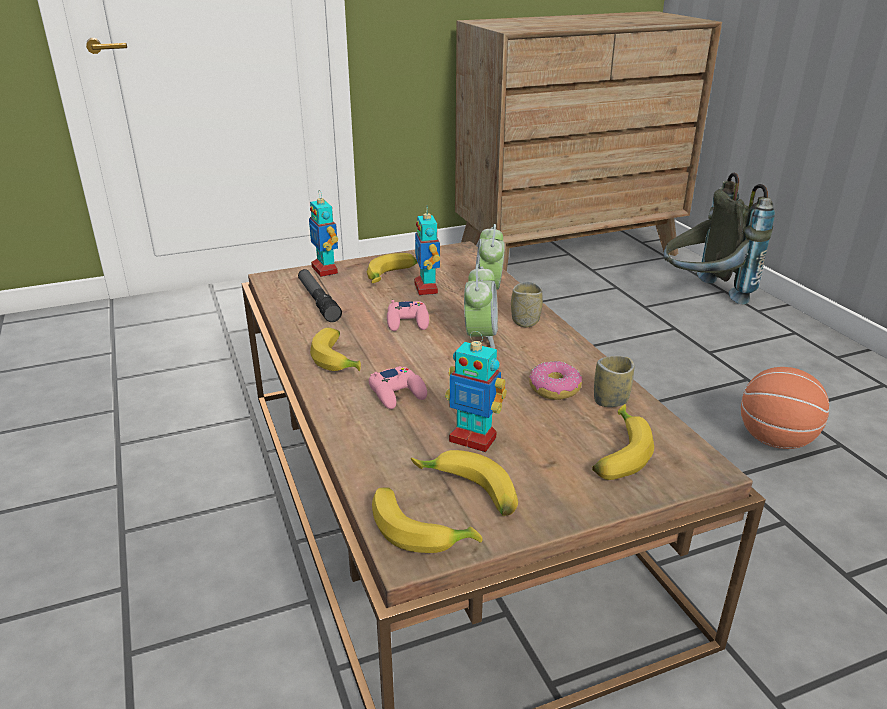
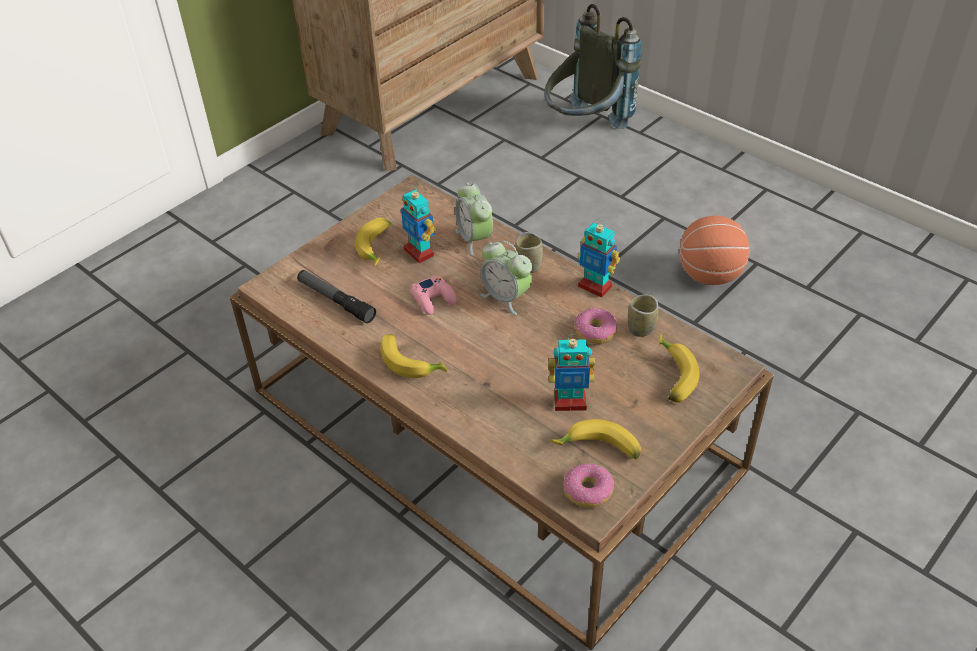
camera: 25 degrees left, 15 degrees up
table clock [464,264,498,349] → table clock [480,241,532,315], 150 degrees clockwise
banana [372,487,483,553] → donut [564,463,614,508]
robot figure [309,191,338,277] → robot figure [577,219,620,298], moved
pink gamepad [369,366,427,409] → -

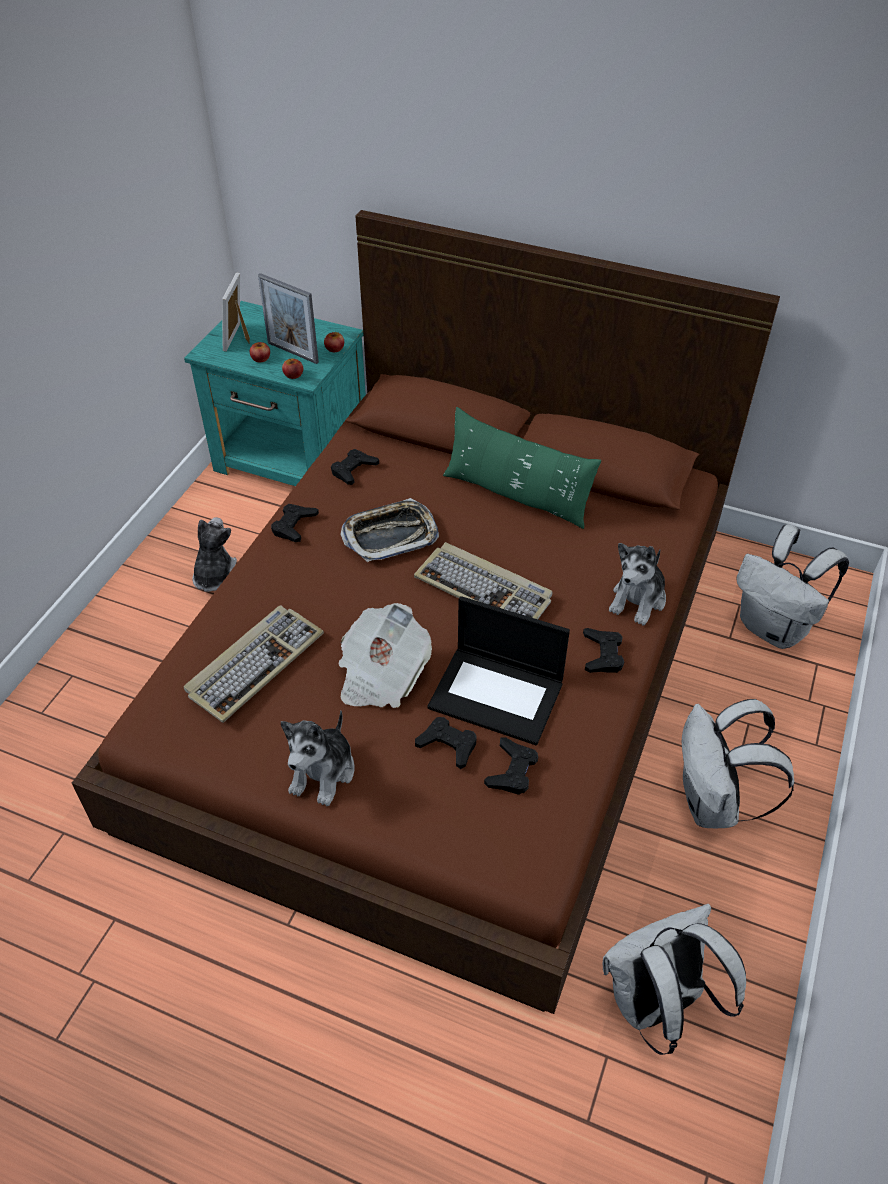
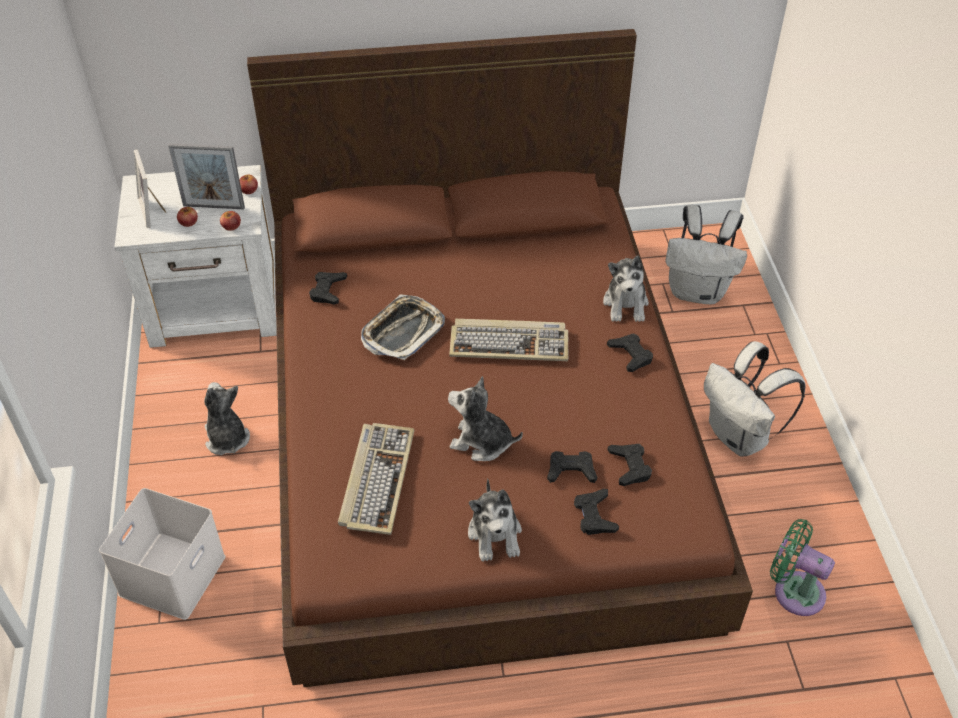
camera: 30 degrees left, 0 degrees up
- → white-coloured storage container [99,488,225,620]
turquoise-coloured bedside table [184,301,366,486] → white-coloured bedside table [114,165,277,348]
daily paper [338,603,432,708] → plush toy [448,376,523,461]
black-coloured gamepad [271,504,319,542] → black-coloured gamepad [574,489,619,535], moved
white-coloured backpack [603,904,746,1055] → green-coloured fan [770,519,835,616]
laptop [428,596,570,745] → -
green-coloured pillow [443,407,602,529] → -

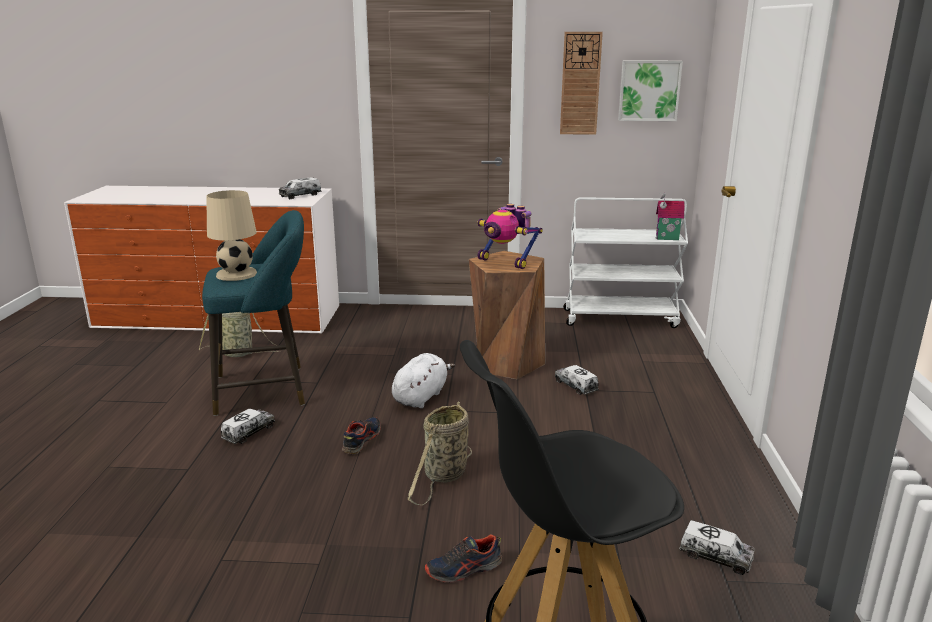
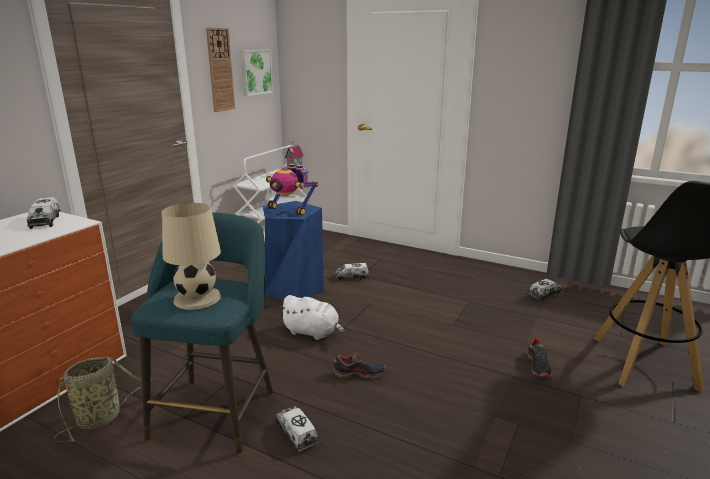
camera: 65 degrees left, 0 degrees up
brownish stool [469,251,545,379] → blue stool [263,201,324,300]
robot figure [477,204,542,269] → robot figure [266,164,318,216], 60 degrees clockwise
white-coloured plush toy [392,353,455,408] → white-coloured plush toy [279,295,344,340], 150 degrees clockwise
item of footwear [342,417,381,454] → item of footwear [333,353,386,379], 135 degrees clockwise
household basket [407,401,472,505] → -

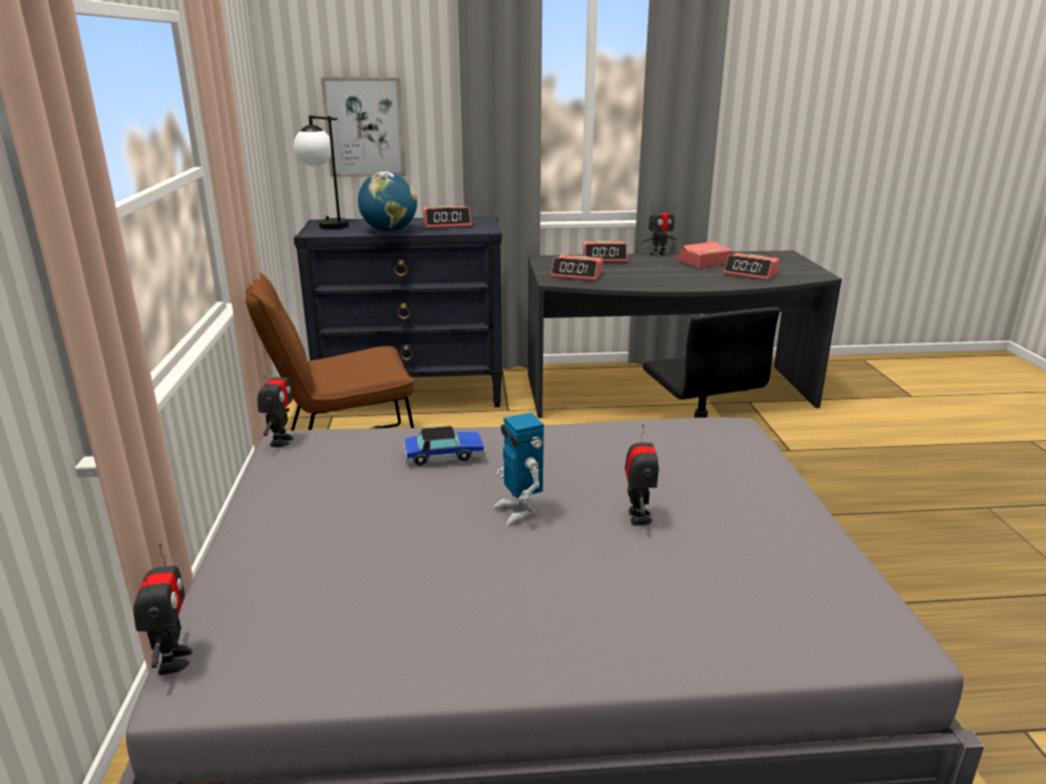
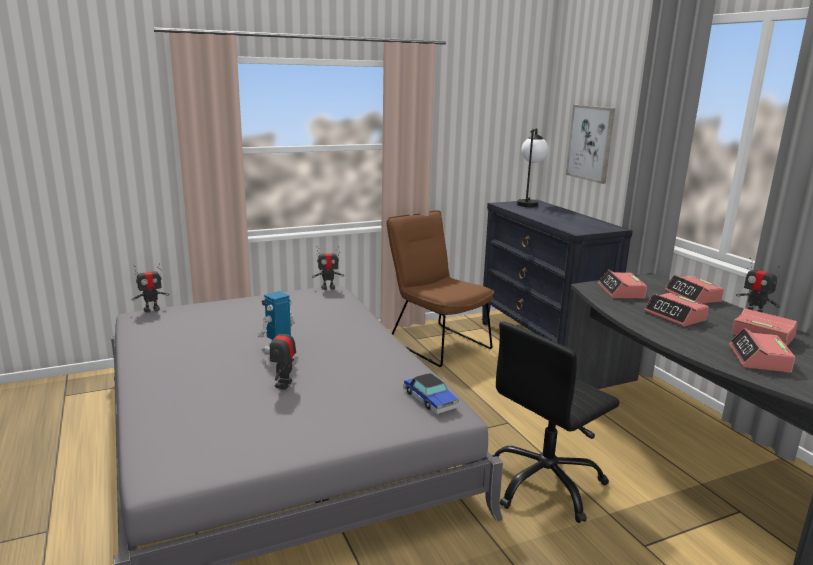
camera: 70 degrees right, 5 degrees down
robot figure [625,425,659,526] → robot figure [270,320,296,390], 120 degrees clockwise
model car [403,426,485,466] → model car [403,373,460,414], moved
table clock [423,206,471,229] → table clock [644,293,709,327], moved
globe [358,171,417,232] → -

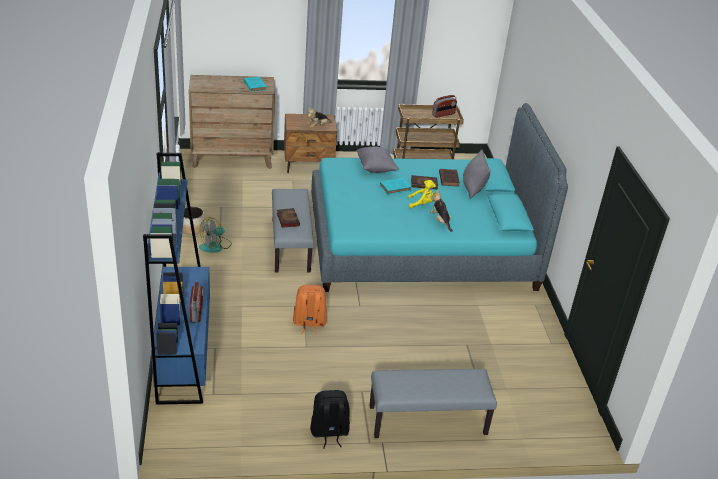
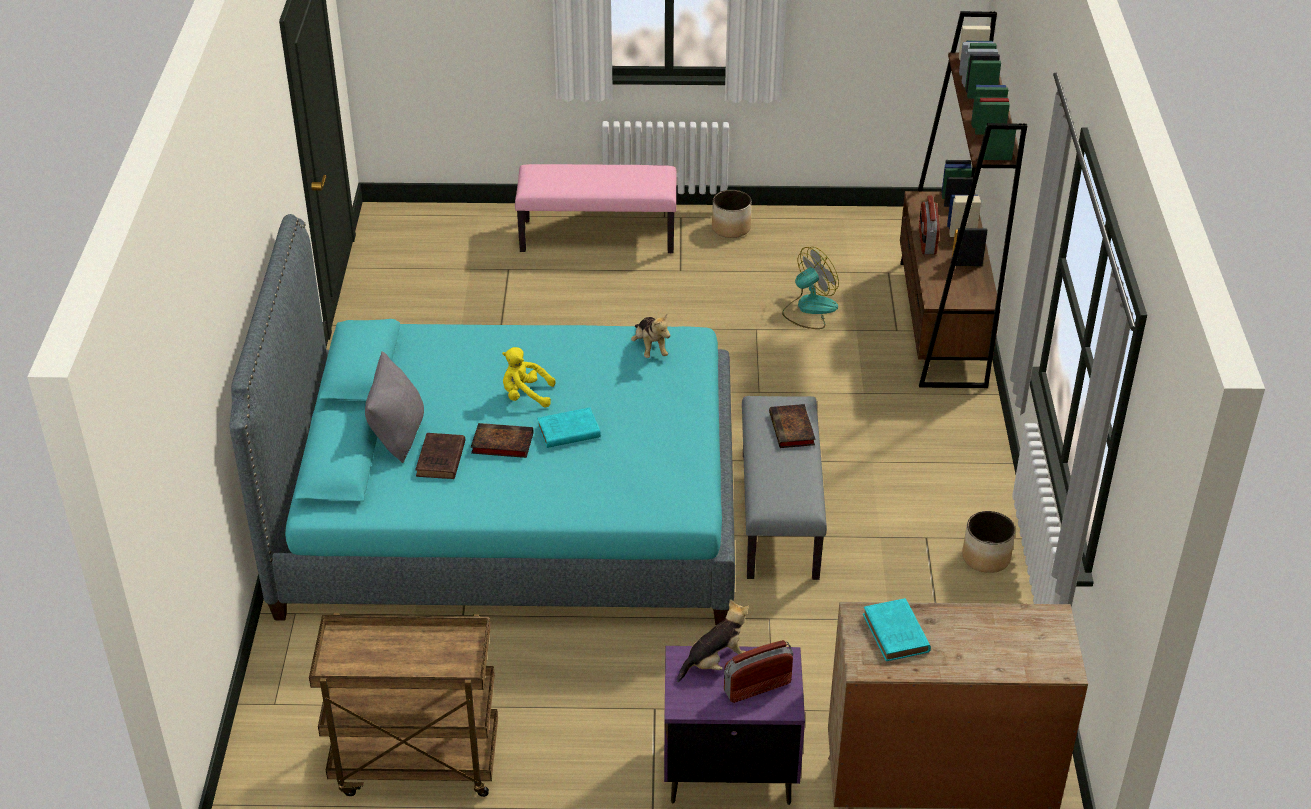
camera: 170 degrees left, 5 degrees up
grey bench [370,369,497,438] → pink bench [515,164,677,253]
plush toy [430,190,453,232] → plush toy [631,314,670,358], moved
brownish bedside table [284,114,337,173] → purple bedside table [664,646,805,805]
black-coloured backpack [310,390,350,449] → flower pot [712,190,751,238]
radio set [432,95,457,118] → radio set [724,640,793,703], moved
fan [199,217,232,253] → fan [782,247,839,329], moved
blue shelving unit [143,152,210,405] → brownish shelving unit [900,11,1027,388]
orangey backpack [293,285,327,335] → -
grey pillow [356,146,399,173] → -

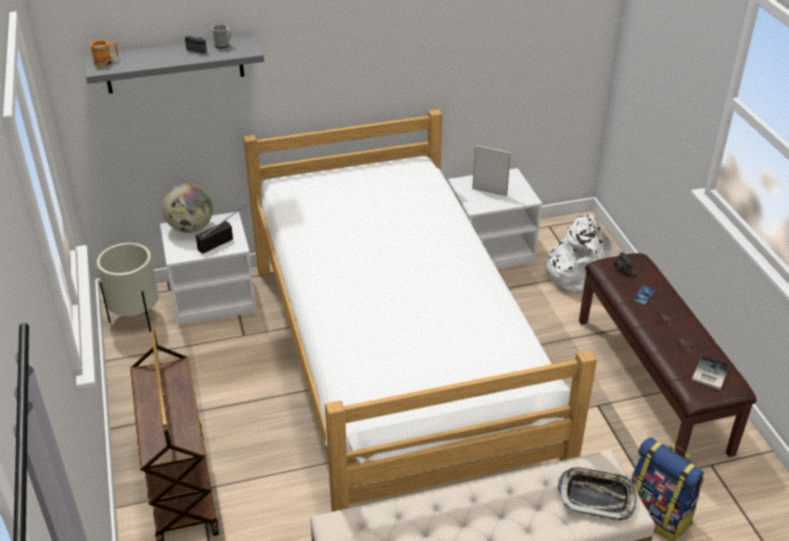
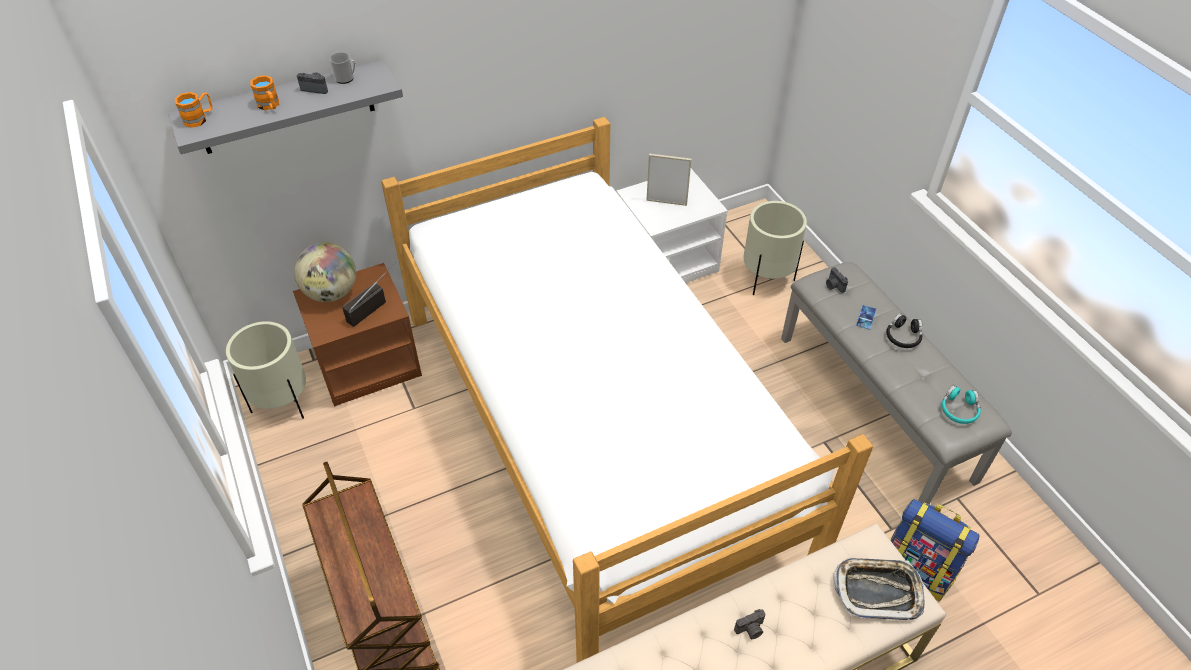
camera: 10 degrees left, 10 degrees up
- → orangey coffee mug [250,75,279,110]
white-coloured bedside table [160,211,256,326] → brownish bedside table [293,263,422,407]
- → photo camera [734,609,766,639]
white-coloured backpack [541,214,614,294] → sand-coloured flower pot [744,201,807,295]
brownish bench [579,253,757,458] → grey bench [781,262,1012,504]
- → black-coloured pair of headphones [886,313,923,348]
book [692,356,730,390] → turquoise-coloured pair of headphones [942,385,981,424]

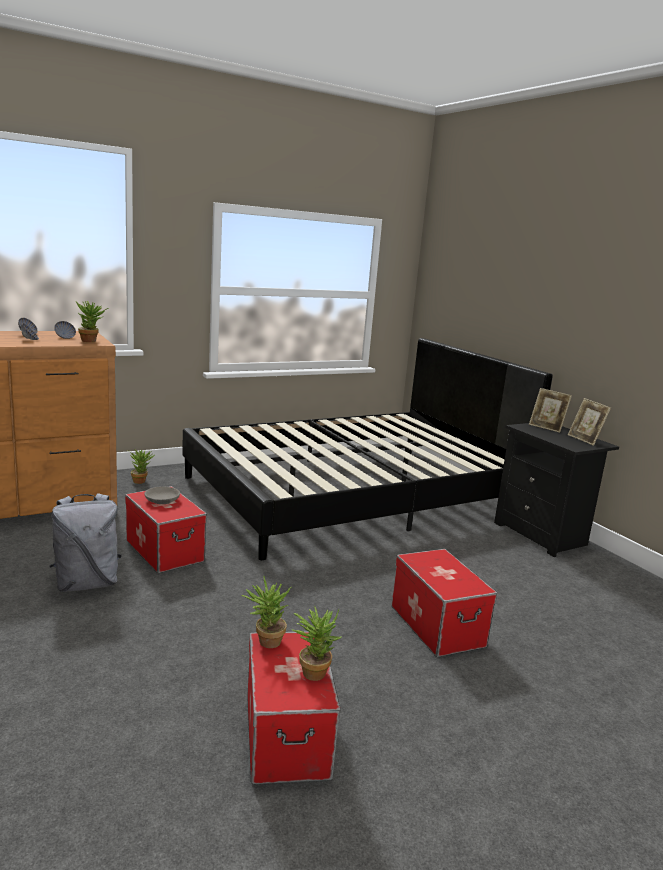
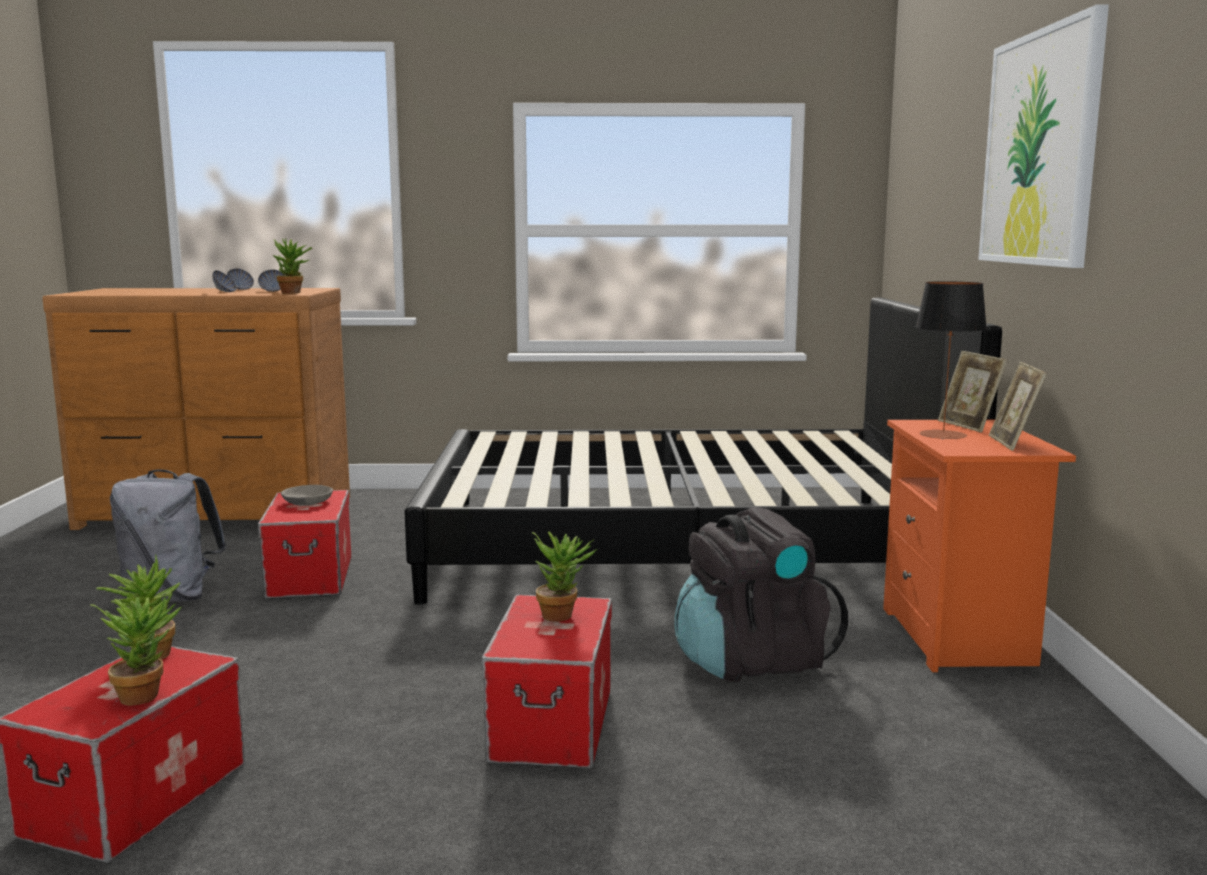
camera: 30 degrees right, 5 degrees down
houseplant [127,450,154,484] → houseplant [532,532,597,622], moved
- → black-coloured backpack [674,507,848,682]
black-coloured bedside table [494,423,619,557] → orangey bedside table [883,420,1076,672]
- → lamp for a table [916,281,987,439]
- → picture [978,4,1109,268]

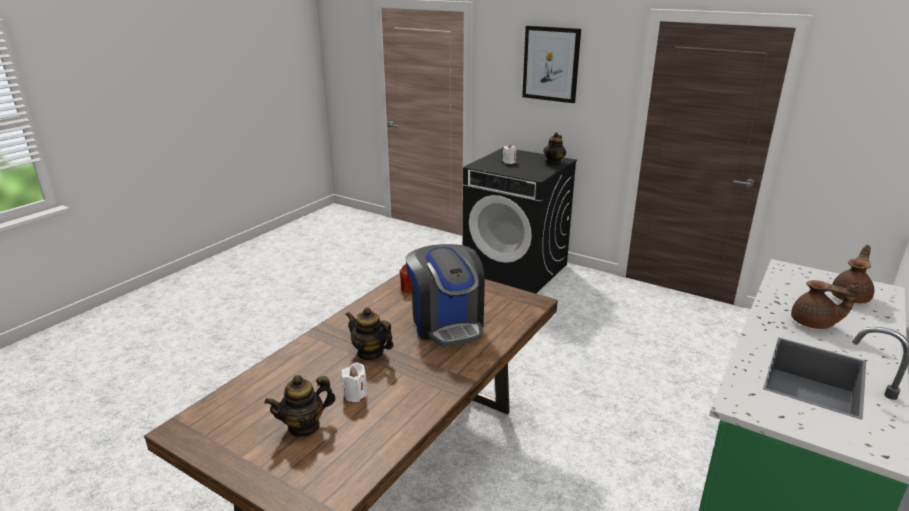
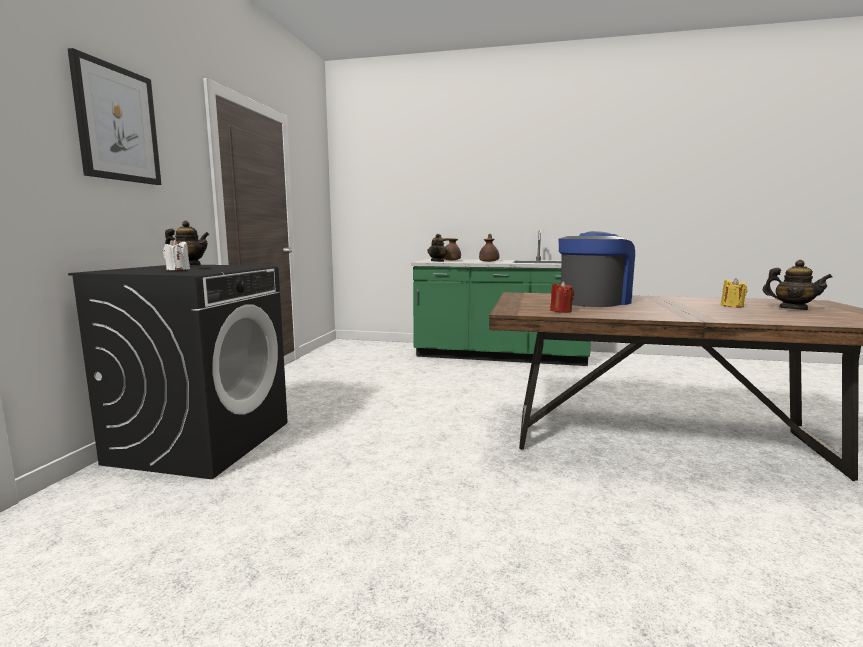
camera: 110 degrees left, 15 degrees down
tea pot [346,307,394,361] → tea pot [428,234,448,262], moved
white-coloured wax candle [341,363,368,402] → yellow-coloured wax candle [721,278,747,308]

